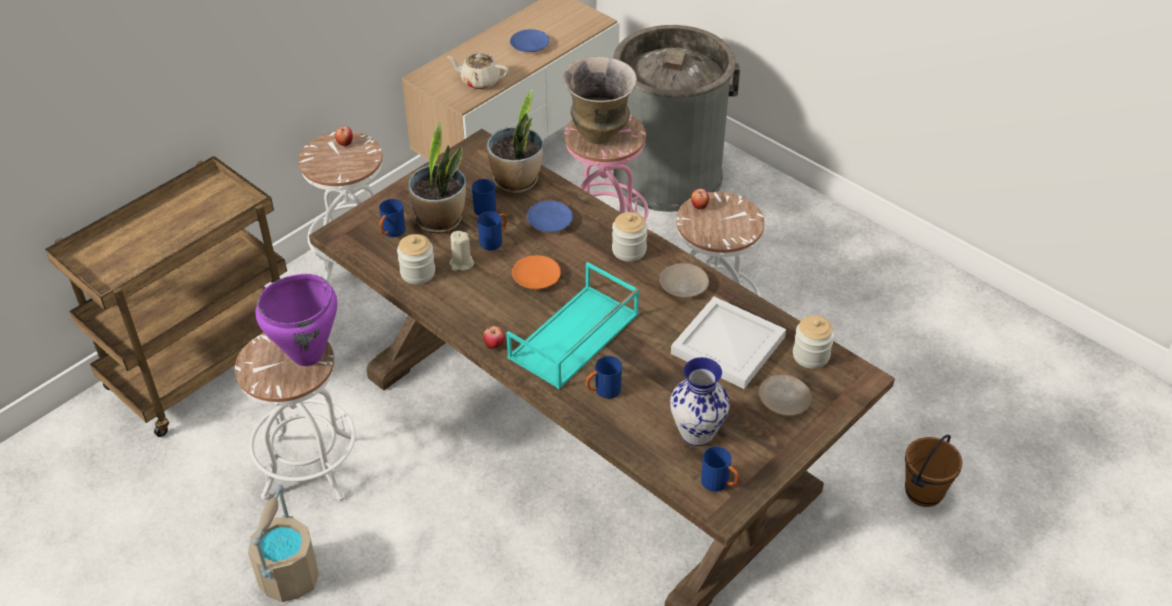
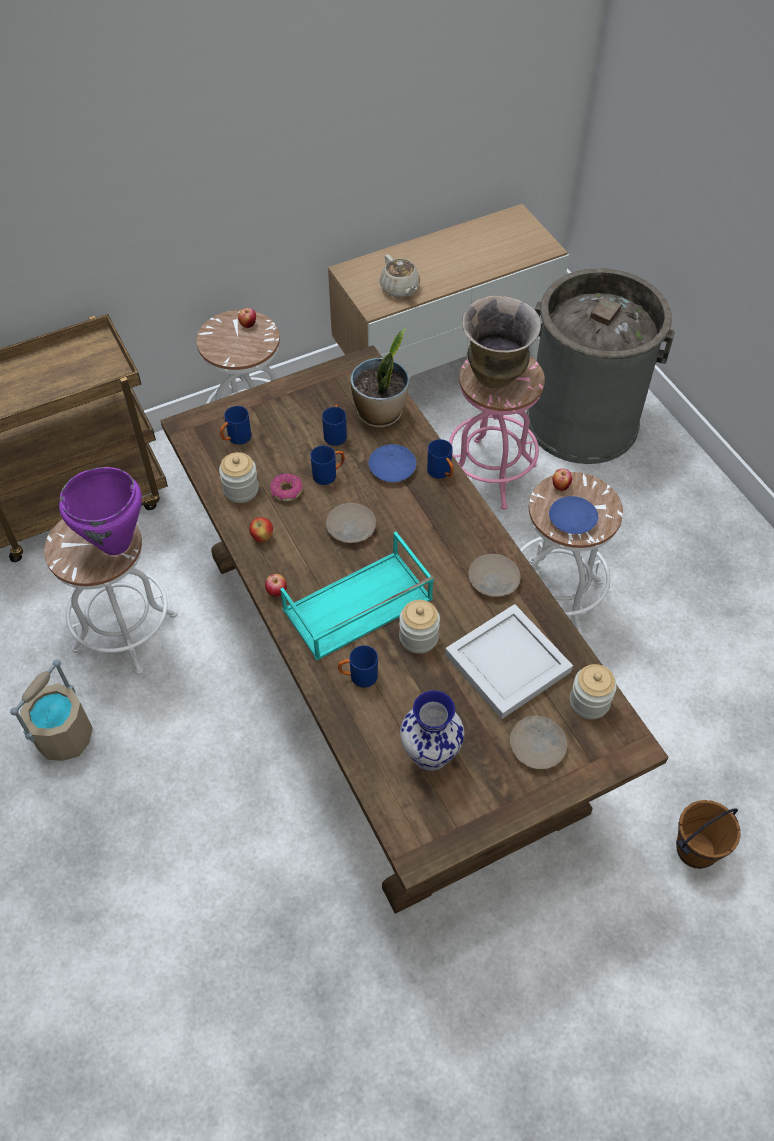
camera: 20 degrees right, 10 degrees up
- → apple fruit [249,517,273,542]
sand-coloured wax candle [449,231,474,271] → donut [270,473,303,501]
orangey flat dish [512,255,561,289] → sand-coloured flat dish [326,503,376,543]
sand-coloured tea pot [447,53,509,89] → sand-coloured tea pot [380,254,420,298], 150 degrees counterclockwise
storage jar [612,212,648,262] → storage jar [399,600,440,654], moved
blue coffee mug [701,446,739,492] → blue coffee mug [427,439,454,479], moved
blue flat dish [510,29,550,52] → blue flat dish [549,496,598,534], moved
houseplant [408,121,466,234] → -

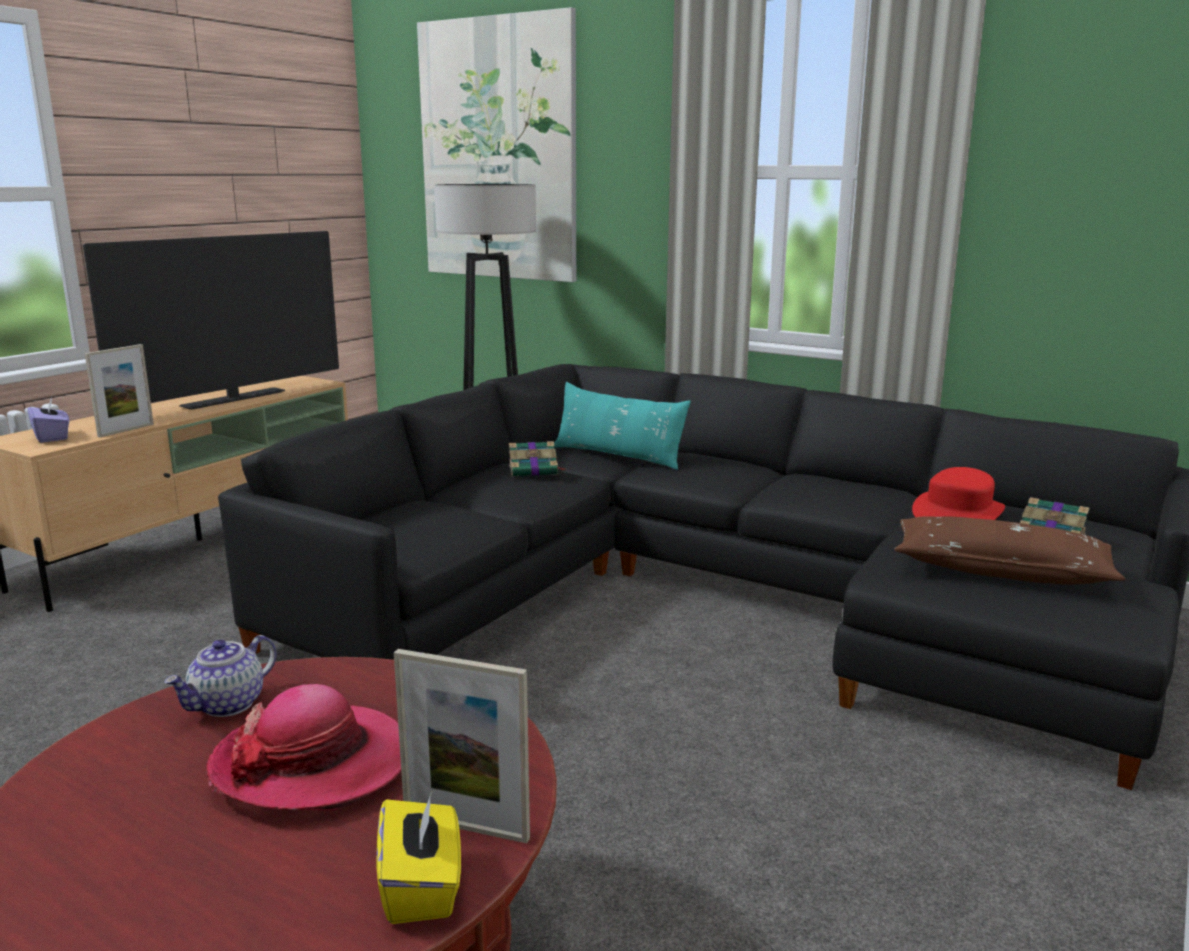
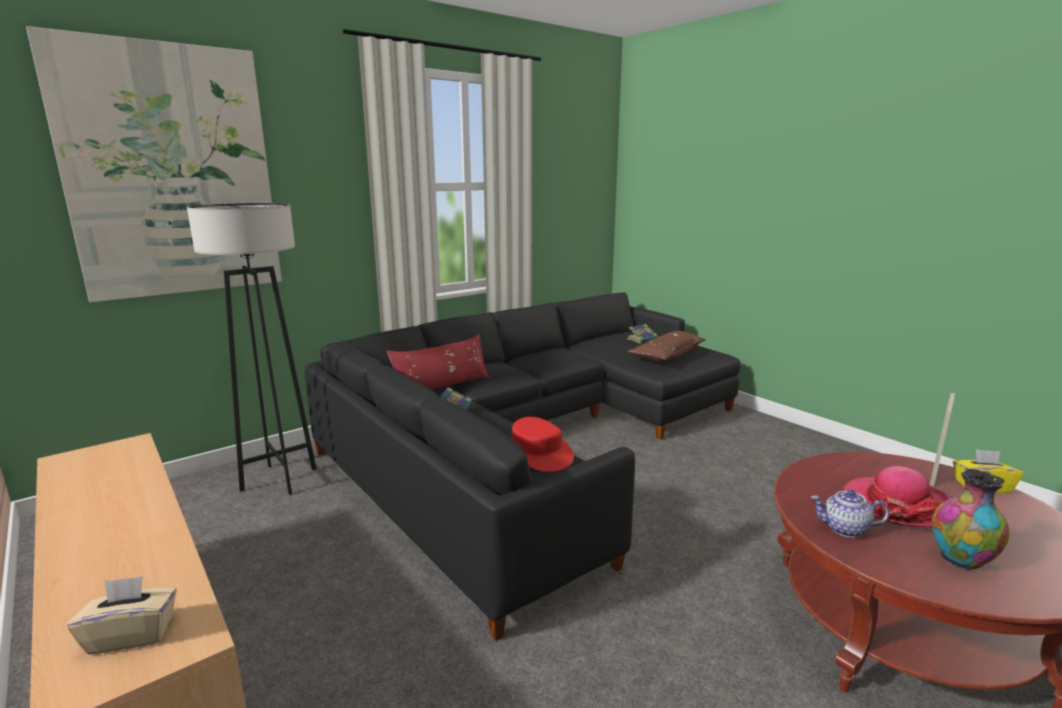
camera: 70 degrees left, 0 degrees up
purple tissue holder [27,398,69,443] → sand-coloured tissue holder [67,576,177,655]
turquoise-coloured pillow [554,382,691,470] → reddish pillow [387,334,489,389]
reddish clothing hat [912,467,1005,520] → reddish clothing hat [511,417,574,472], moved
tea pot [164,635,277,717] → tea pot [811,490,890,538], 135 degrees clockwise
- → decorative vase [932,469,1009,572]
television [83,231,339,409] → -
standing frame [85,344,154,437] → -

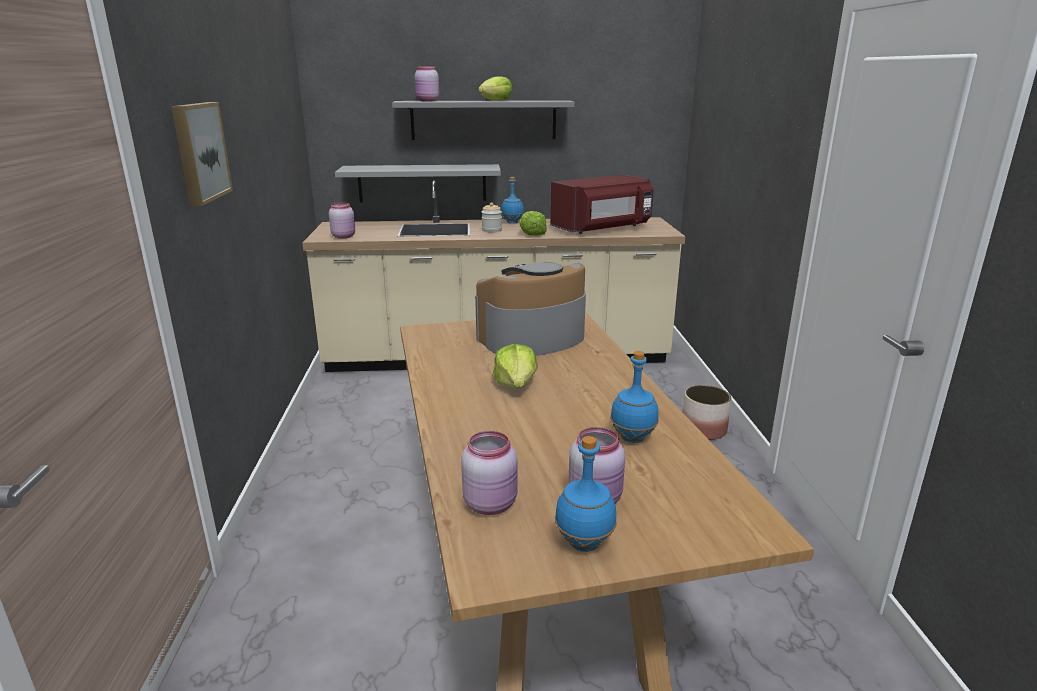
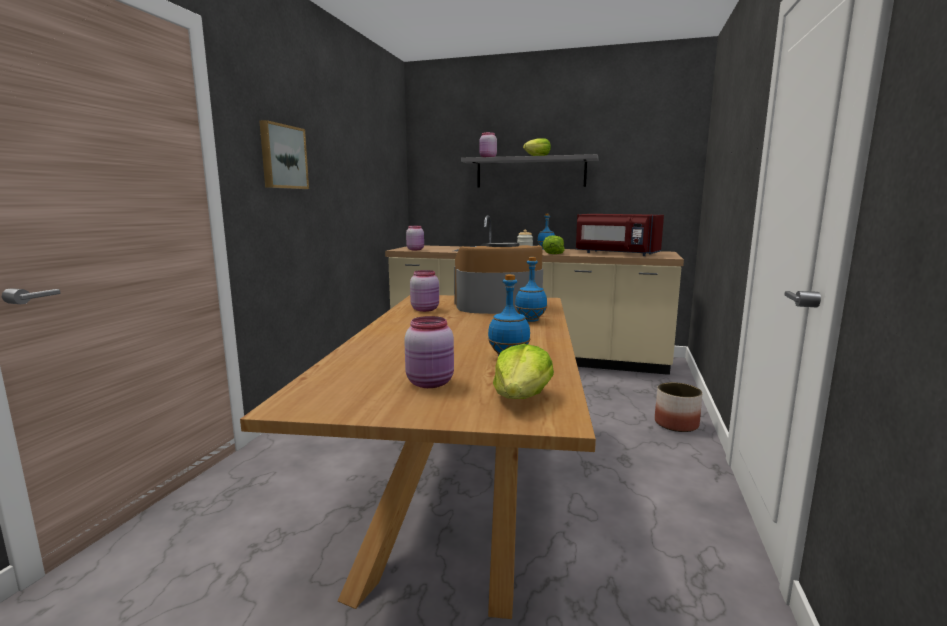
camera: 20 degrees right, 10 degrees down
pink storage jar [461,431,518,515] → pink storage jar [410,270,439,312], moved
lettuce [493,344,538,388] → lettuce [493,344,554,399], moved
blue beverage bottle [555,436,616,552] → blue beverage bottle [515,257,547,322], moved
reddish microwave oven [550,175,654,234] → reddish microwave oven [576,214,664,256], 45 degrees clockwise
grey bracket shelf [335,164,501,202] → -

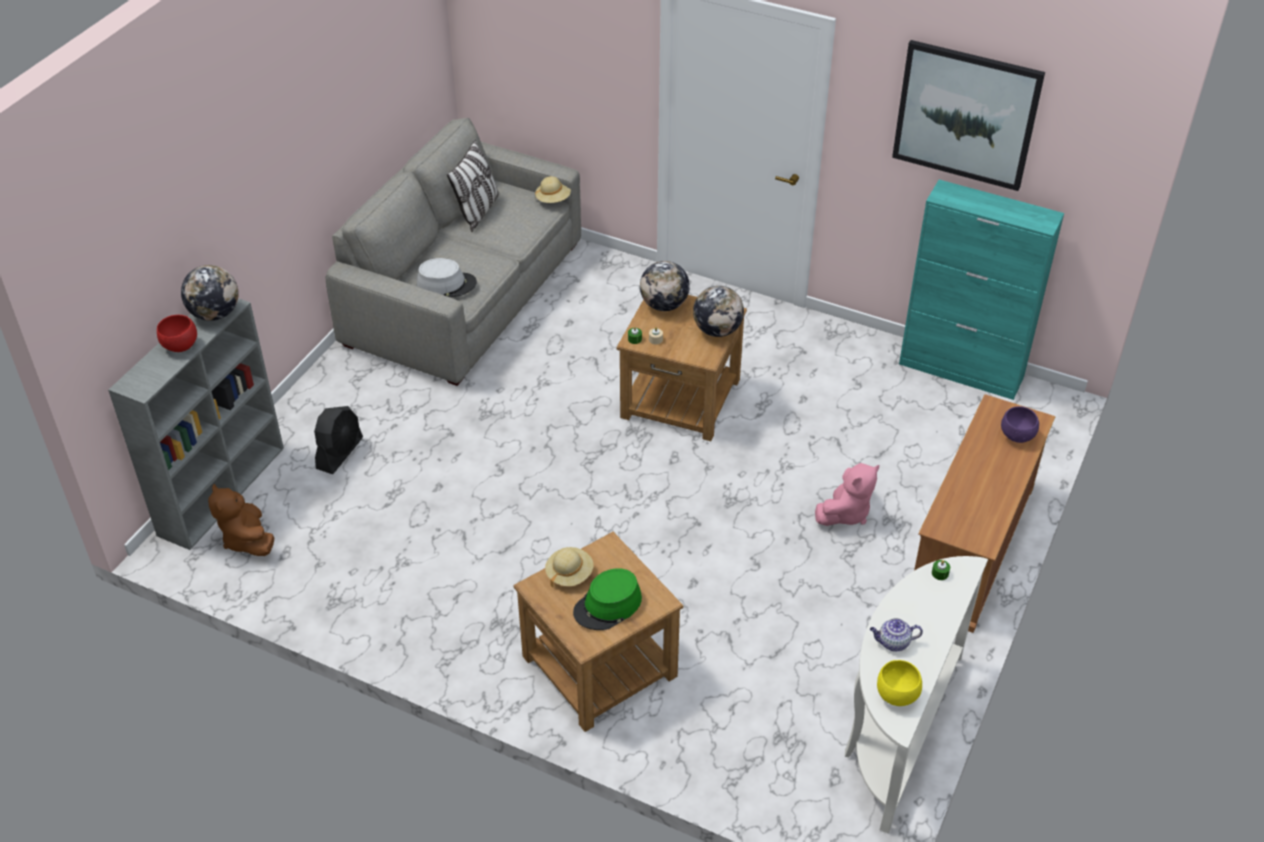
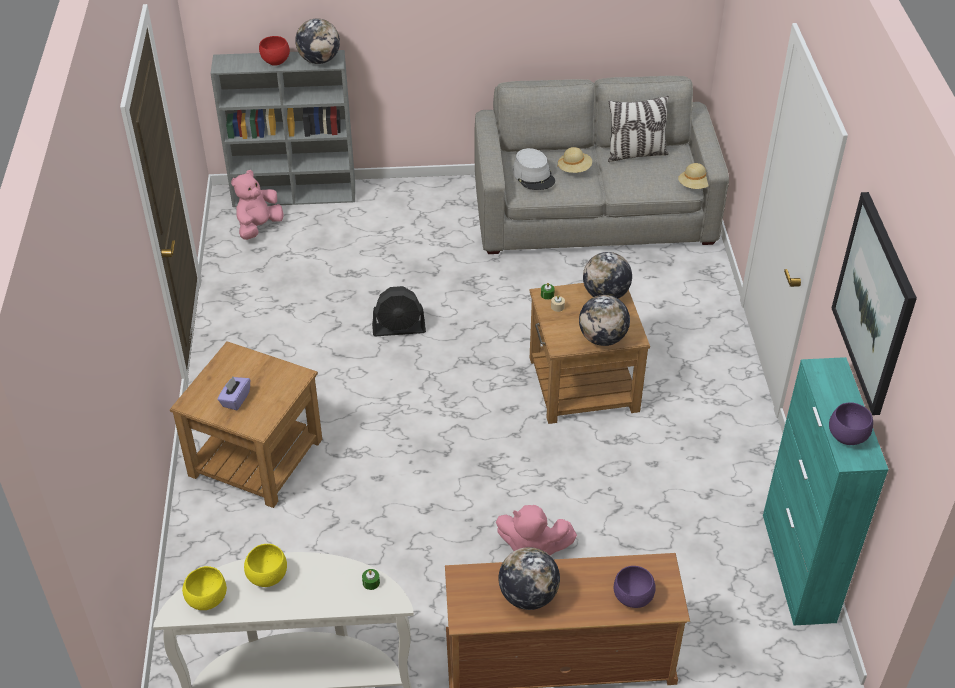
camera: 60 degrees right, 0 degrees up
green-coloured clothing hat [573,568,642,630] → purple tissue holder [218,377,250,410]
brownish plush toy [208,484,274,556] → pink plush toy [231,170,284,240]
tea pot [870,618,923,652] → yellow-coloured bowl [244,544,287,587]
black-coloured fan [314,406,363,474] → black-coloured fan [372,286,426,336], moved
- → globe [498,547,560,610]
sand-coloured clothing hat [545,547,594,588] → sand-coloured clothing hat [557,147,592,173], moved
- → purple bowl [829,402,873,445]

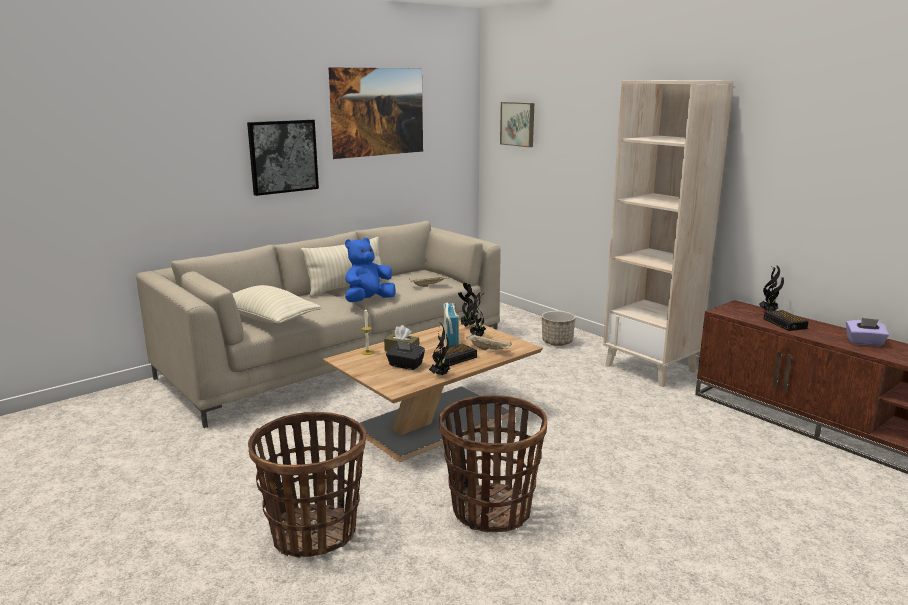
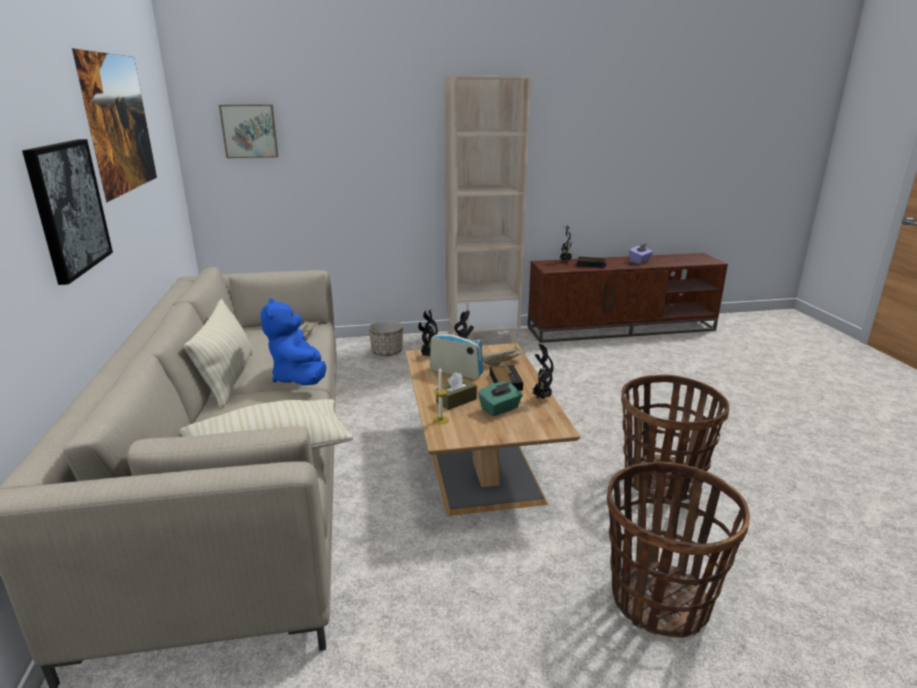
camera: 60 degrees left, 5 degrees up
black-coloured tissue holder [386,341,425,370] → green-coloured tissue holder [478,381,523,416]

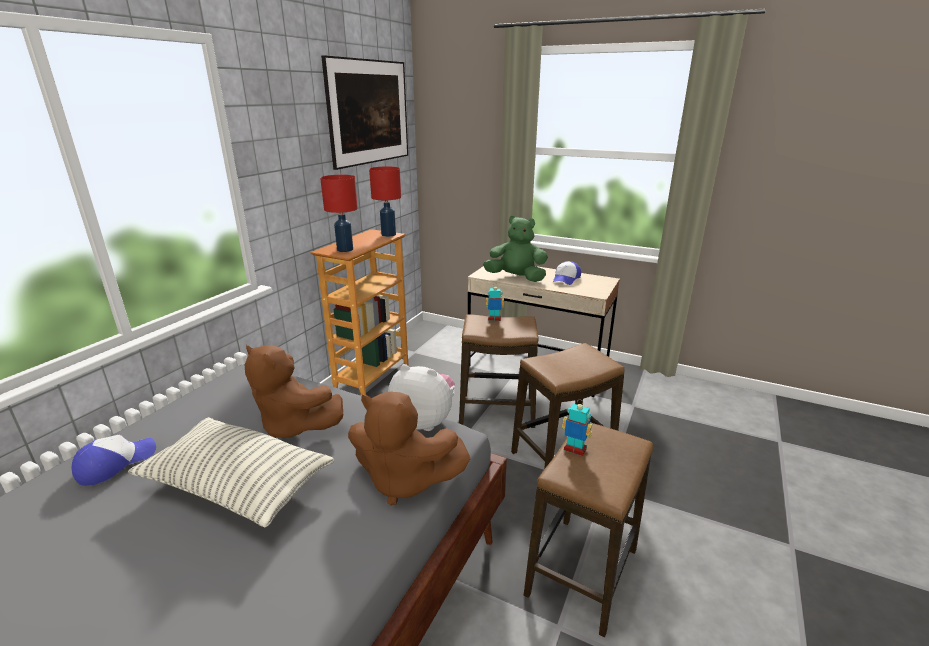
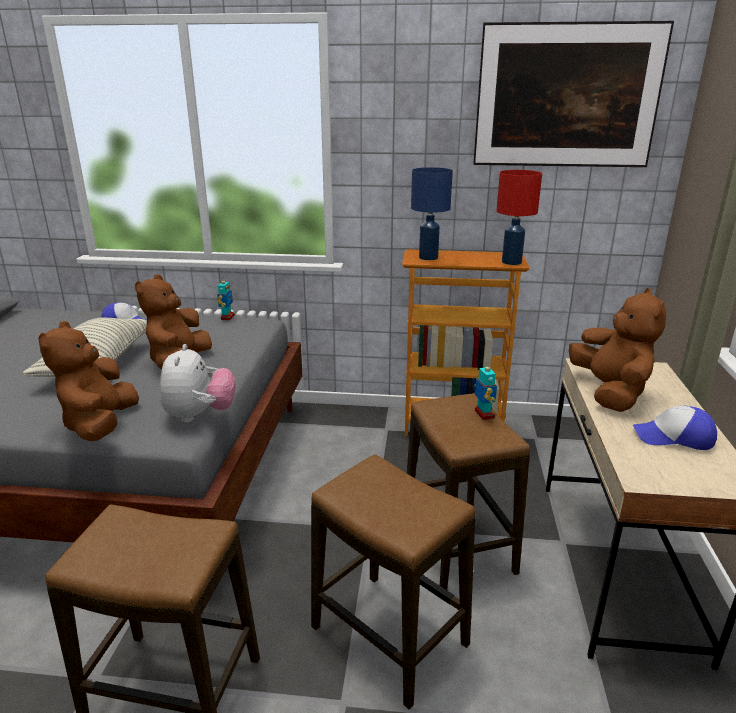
camera: 70 degrees right, 0 degrees up
robot figure [562,402,592,456] → robot figure [217,277,235,320], moved
reddish lamp for a table [320,175,358,252] → blue lamp for a table [411,167,453,260]
green-coloured plush toy [483,215,548,282] → brownish plush toy [569,288,666,412]

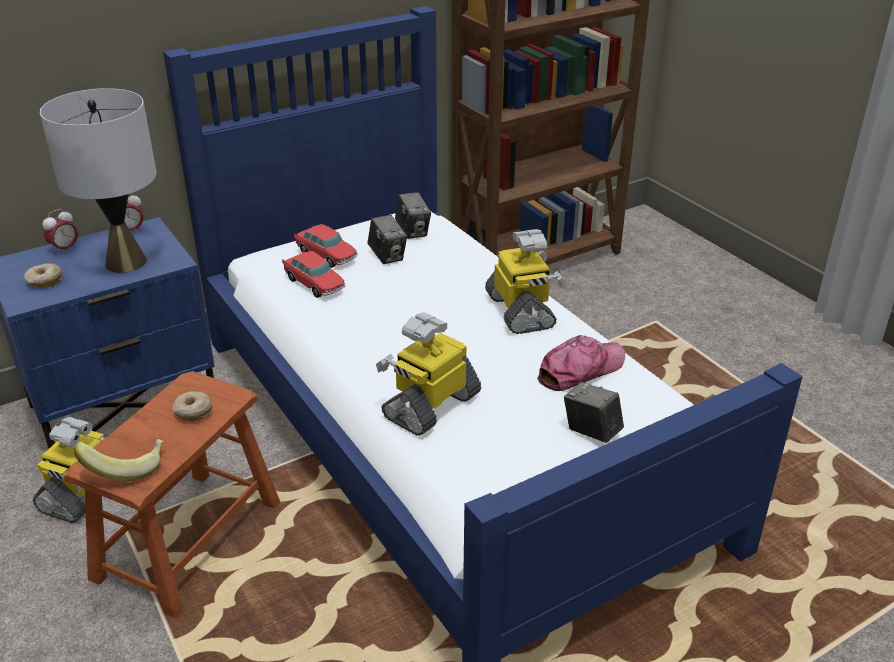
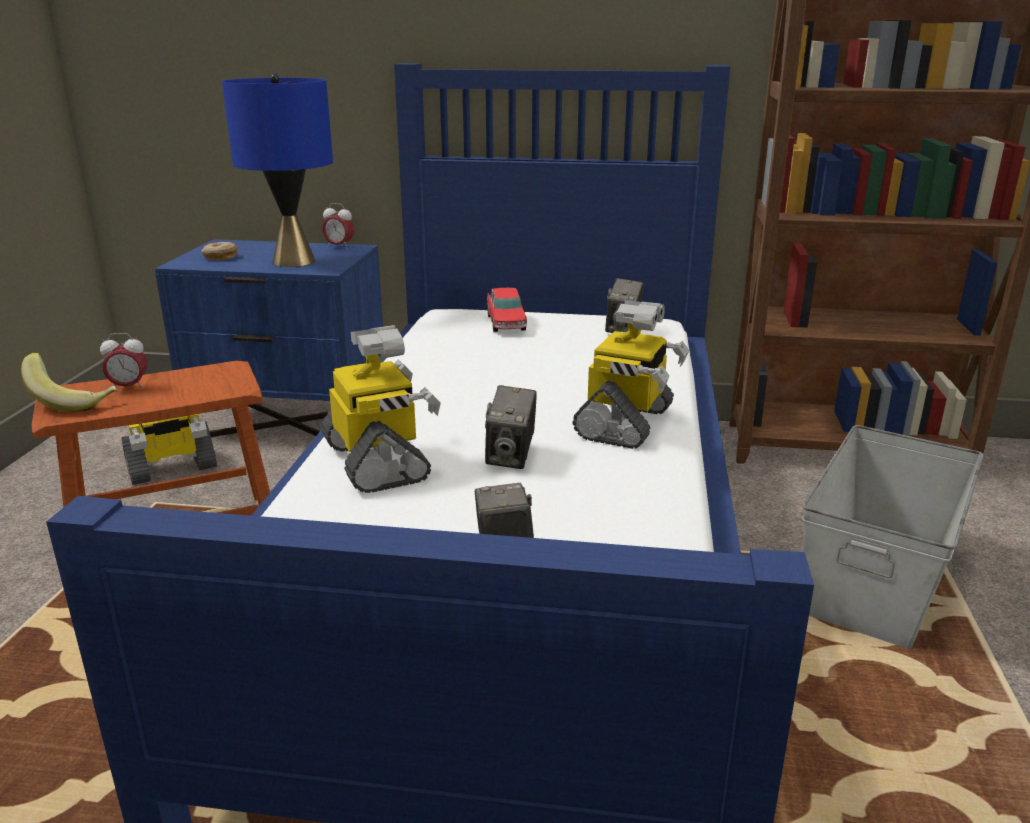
camera: 40 degrees right, 10 degrees down
table clock [43,209,78,255] → table clock [100,333,148,389], moved
grey lamp for a table [40,88,157,273] → blue lamp for a table [222,74,333,267]
robot figure [376,312,481,436] → robot figure [322,325,441,493], 75 degrees clockwise
photo camera [368,215,407,264] → photo camera [485,385,537,469], moved
- → grey storage container [802,425,984,649]
donut [173,391,212,422] → -
model car [282,251,345,298] → -
baseball cap [537,335,625,391] → -

